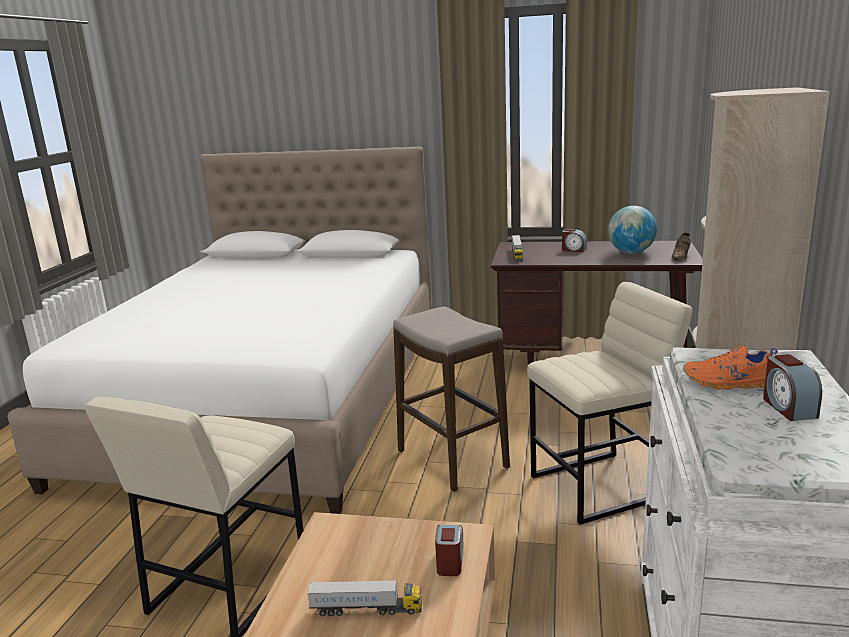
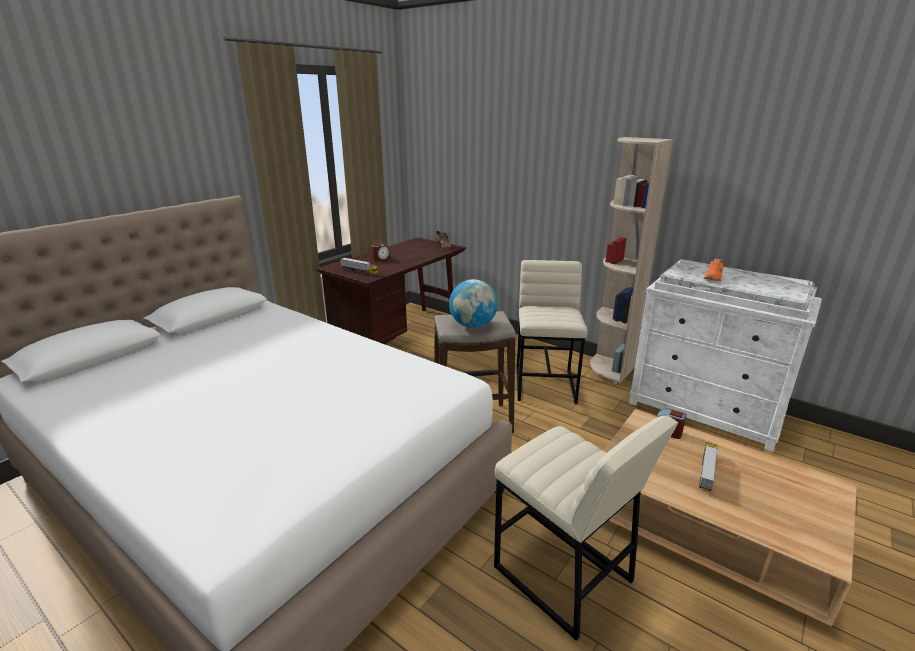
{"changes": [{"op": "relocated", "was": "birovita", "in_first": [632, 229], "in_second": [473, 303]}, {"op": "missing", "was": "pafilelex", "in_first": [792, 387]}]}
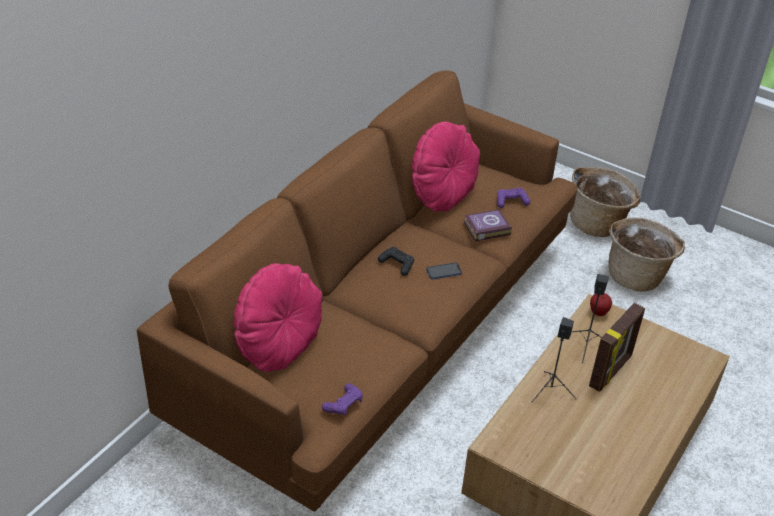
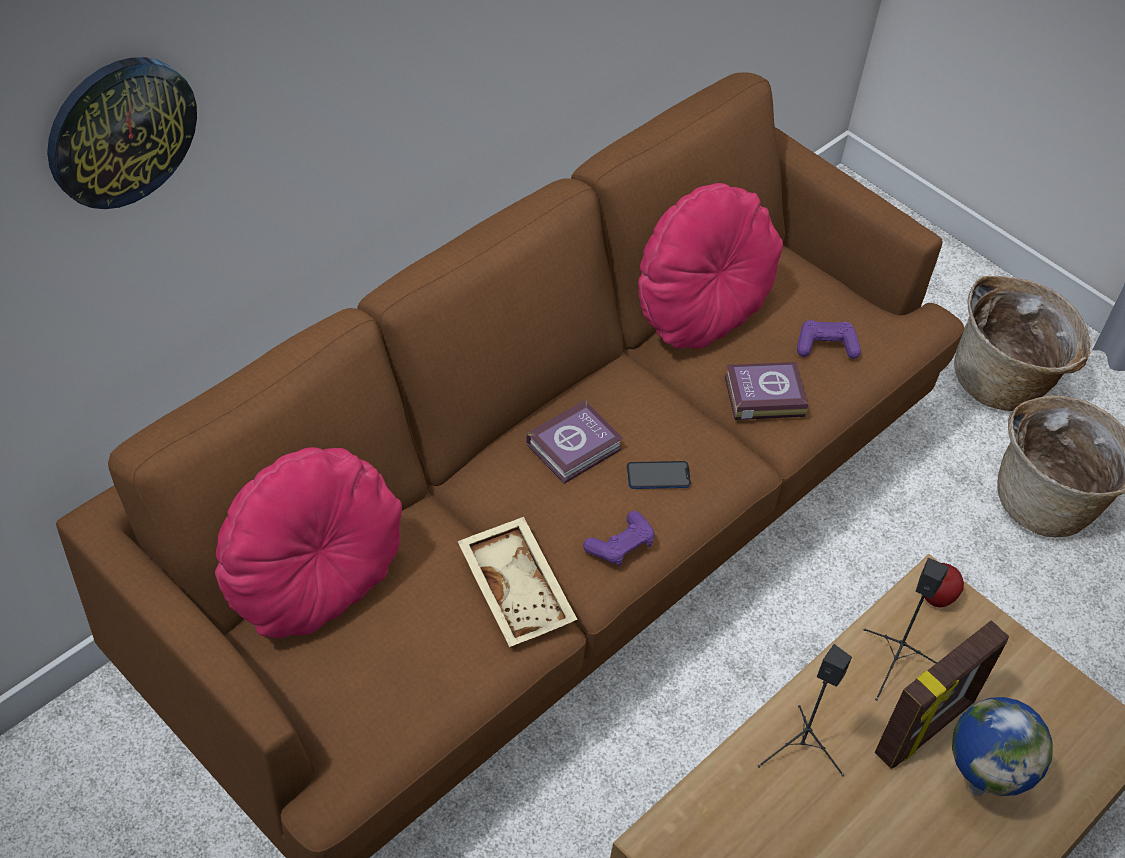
{"changes": [{"op": "appeared", "now": "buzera", "in_second": [122, 133]}, {"op": "appeared", "now": "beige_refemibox", "in_second": [517, 582]}, {"op": "exchanged", "was": "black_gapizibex", "now": "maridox", "in_first": [396, 261], "in_second": [574, 442]}, {"op": "relocated", "was": "purple_gapizibex", "in_first": [342, 399], "in_second": [618, 538]}, {"op": "appeared", "now": "birovita", "in_second": [1002, 746]}]}
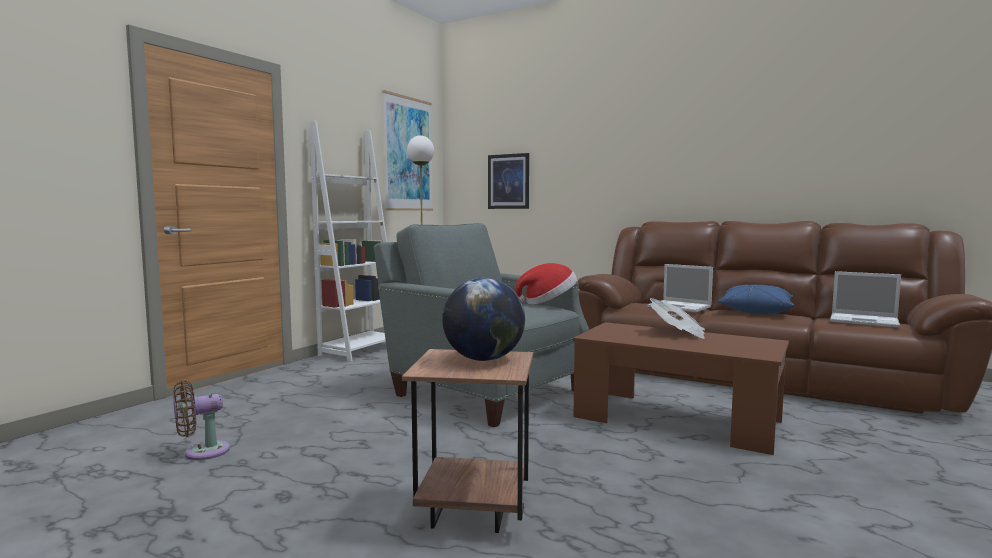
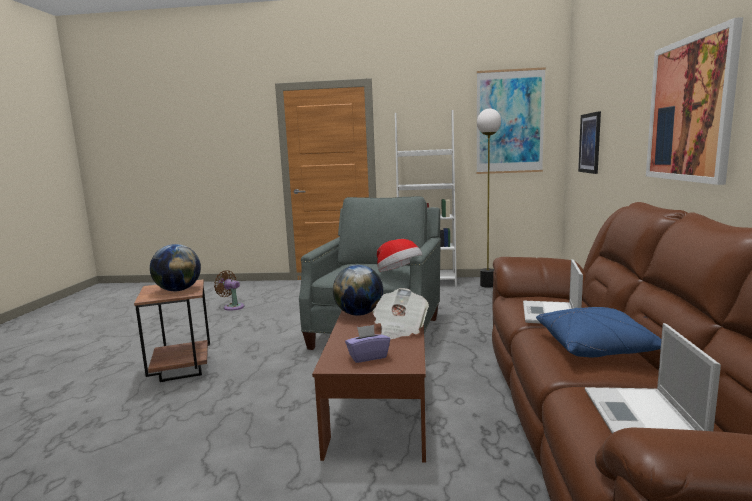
{"changes": [{"op": "appeared", "now": "birovita", "in_second": [358, 290]}, {"op": "appeared", "now": "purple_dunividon", "in_second": [367, 344]}, {"op": "appeared", "now": "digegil", "in_second": [694, 101]}]}
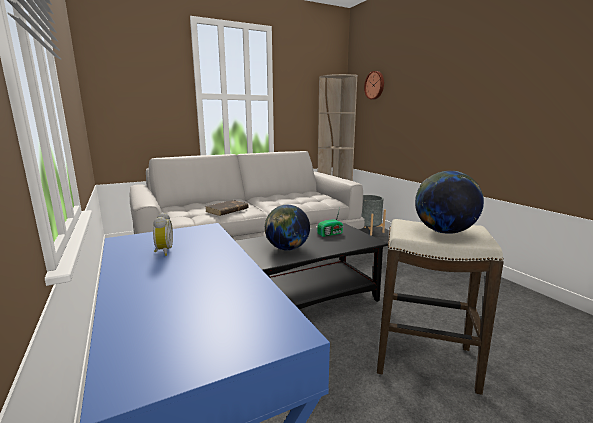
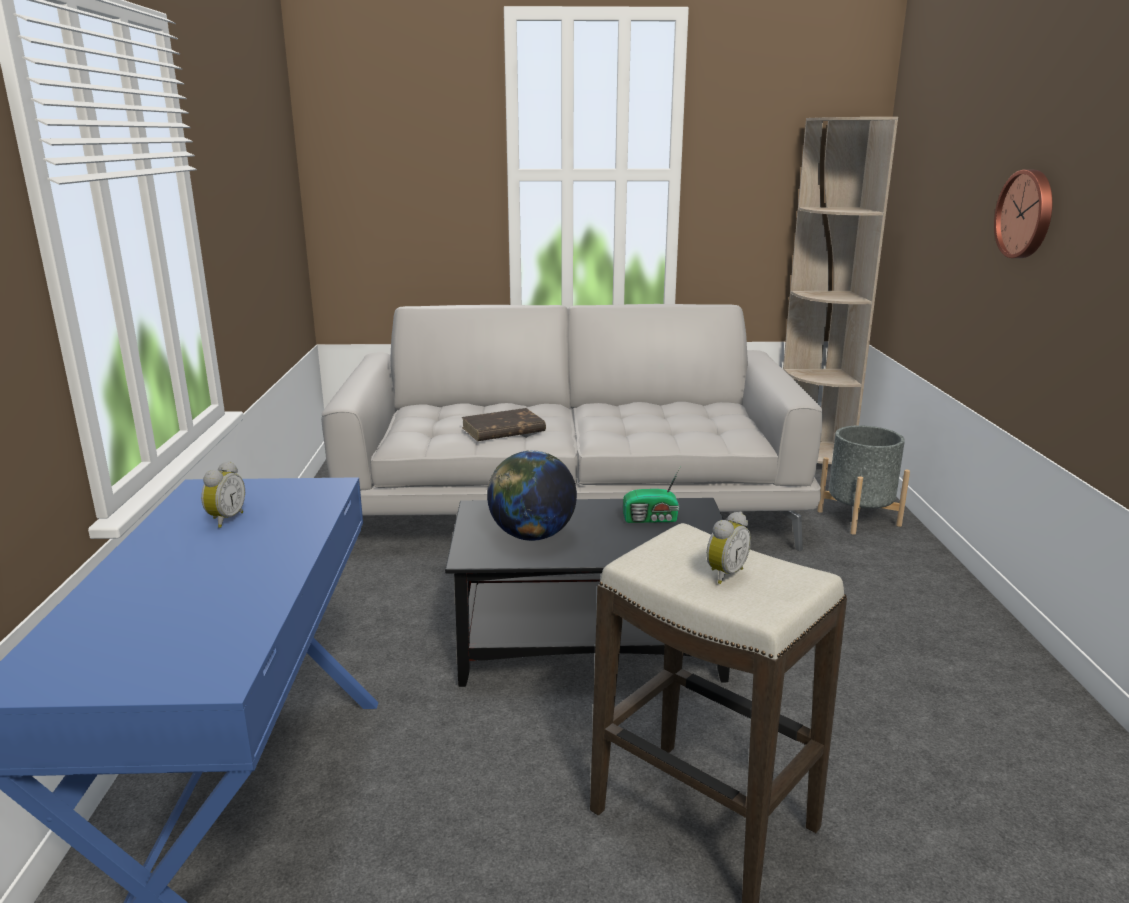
{"changes": [{"op": "exchanged", "was": "birovita", "now": "pafilelex", "in_first": [449, 202], "in_second": [728, 547]}, {"op": "relocated", "was": "buzera", "in_first": [374, 85], "in_second": [1023, 214]}]}
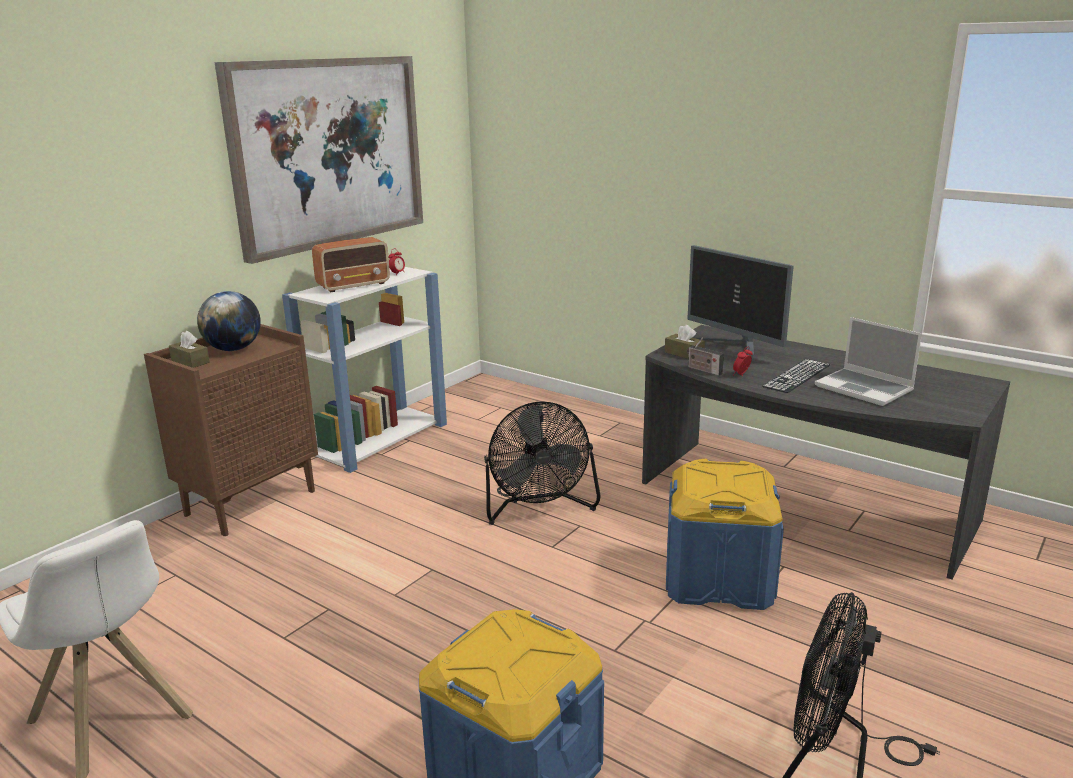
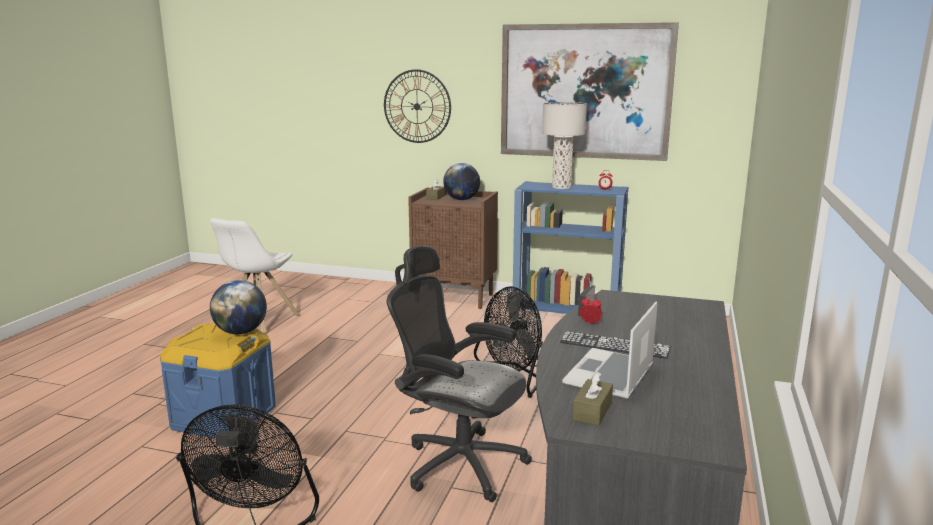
{"changes": [{"op": "appeared", "now": "birovita", "in_second": [238, 307]}, {"op": "appeared", "now": "buzera", "in_second": [417, 106]}, {"op": "exchanged", "was": "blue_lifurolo", "now": "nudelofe", "in_first": [725, 534], "in_second": [459, 374]}, {"op": "colour", "was": "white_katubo", "now": "blue_katubo", "in_first": [364, 370], "in_second": [570, 247]}, {"op": "exchanged", "was": "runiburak", "now": "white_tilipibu", "in_first": [351, 264], "in_second": [564, 145]}, {"op": "relocated", "was": "brown_dunividon", "in_first": [685, 342], "in_second": [592, 399]}, {"op": "missing", "was": "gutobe", "in_first": [740, 303]}]}
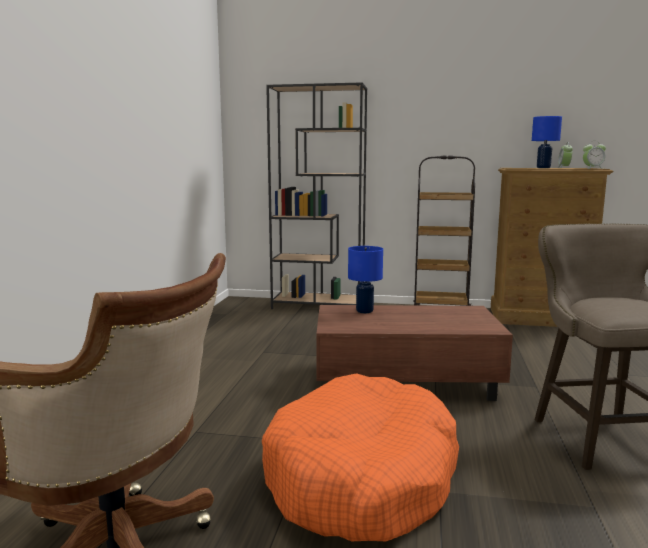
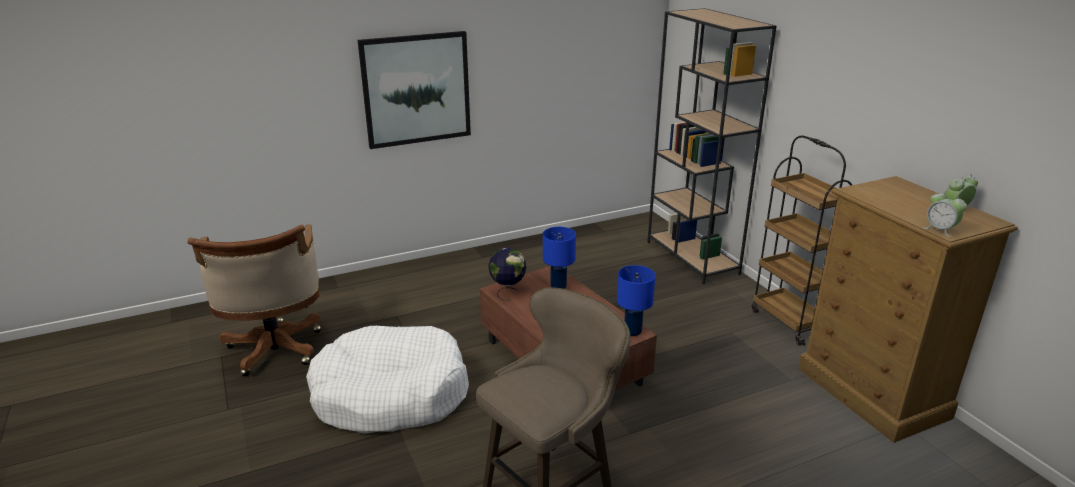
{"changes": [{"op": "colour", "was": "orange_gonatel", "now": "white_gonatel", "in_first": [360, 457], "in_second": [387, 380]}, {"op": "appeared", "now": "digegil", "in_second": [414, 90]}, {"op": "appeared", "now": "birovita", "in_second": [507, 274]}, {"op": "relocated", "was": "blue_tilipibu", "in_first": [547, 142], "in_second": [636, 300]}]}
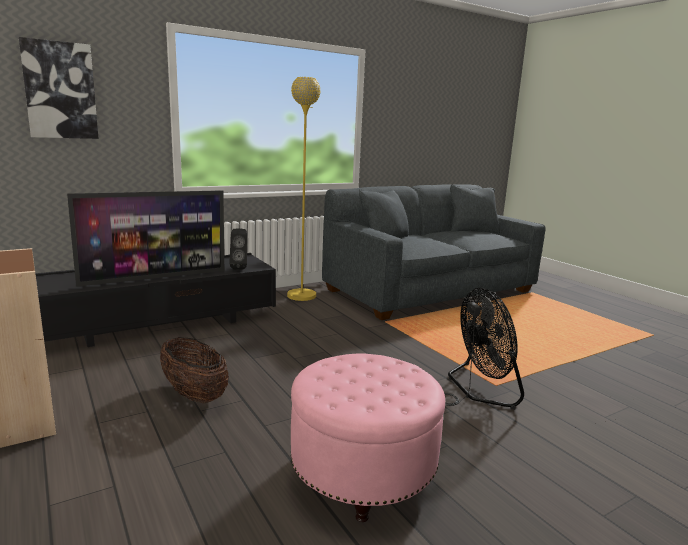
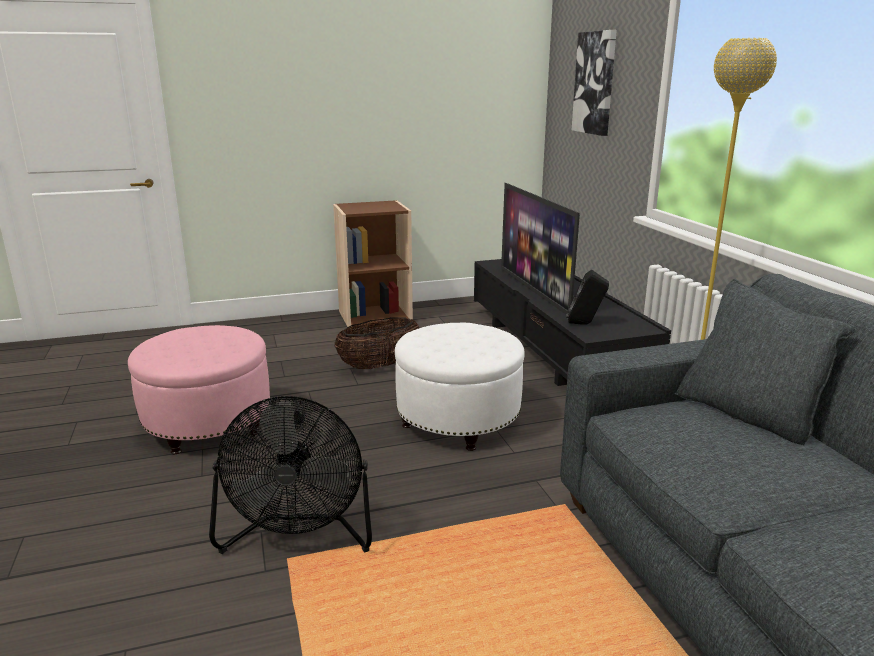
{"changes": [{"op": "appeared", "now": "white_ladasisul", "in_second": [460, 387]}]}
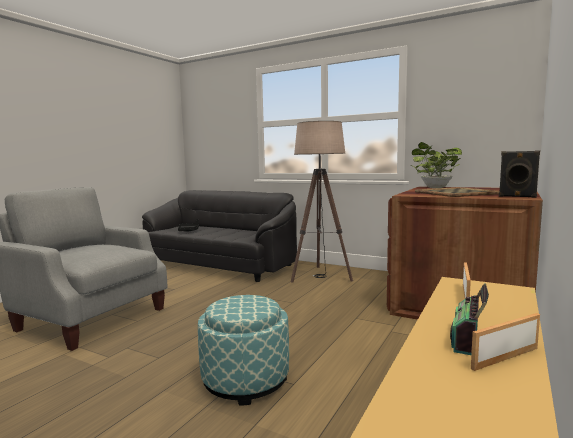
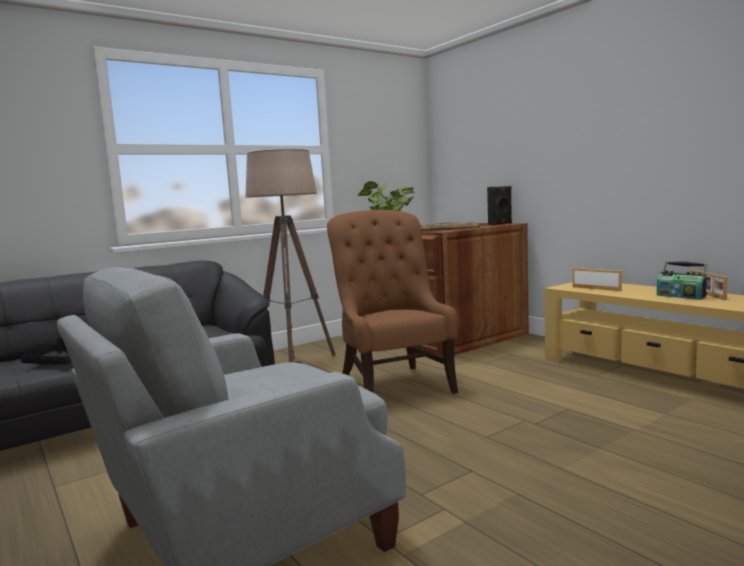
{"changes": [{"op": "appeared", "now": "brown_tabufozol", "in_second": [392, 302]}, {"op": "missing", "was": "ladasisul", "in_first": [243, 350]}]}
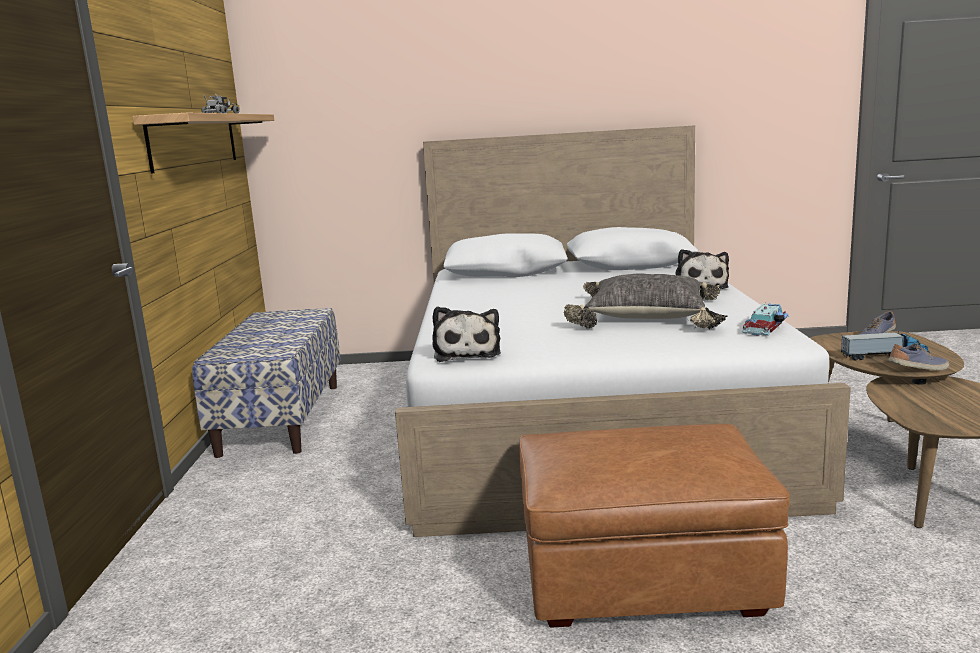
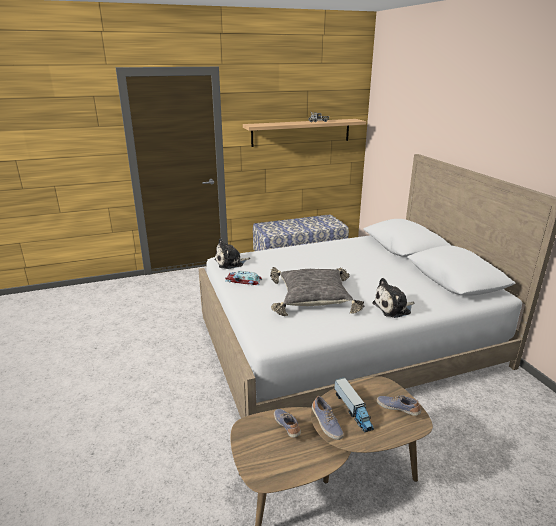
{"changes": [{"op": "relocated", "was": "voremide", "in_first": [765, 319], "in_second": [243, 277]}, {"op": "appeared", "now": "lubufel", "in_second": [287, 423]}, {"op": "missing", "was": "brown_ladasisul", "in_first": [654, 526]}]}
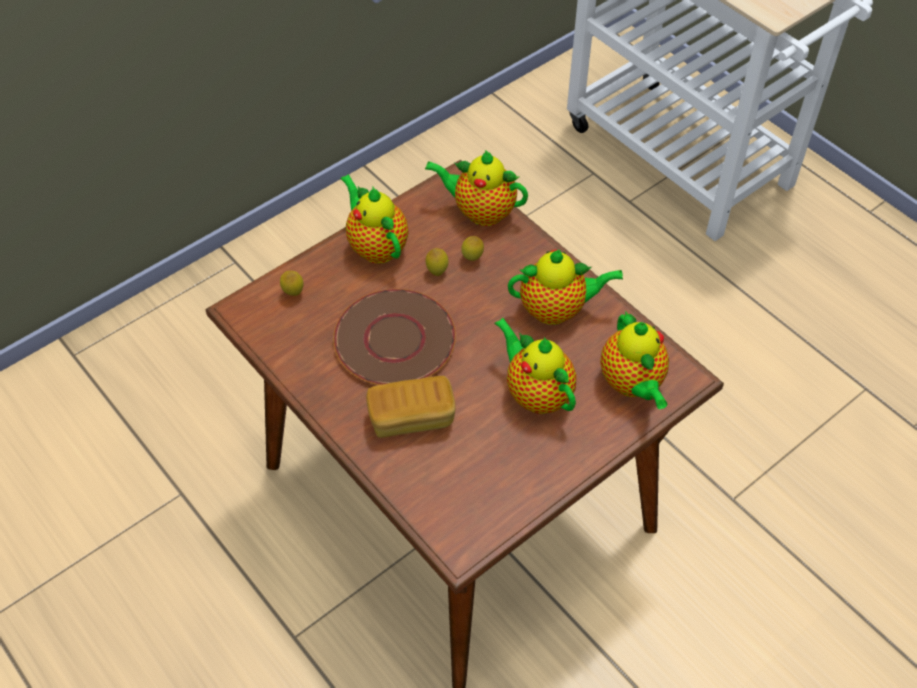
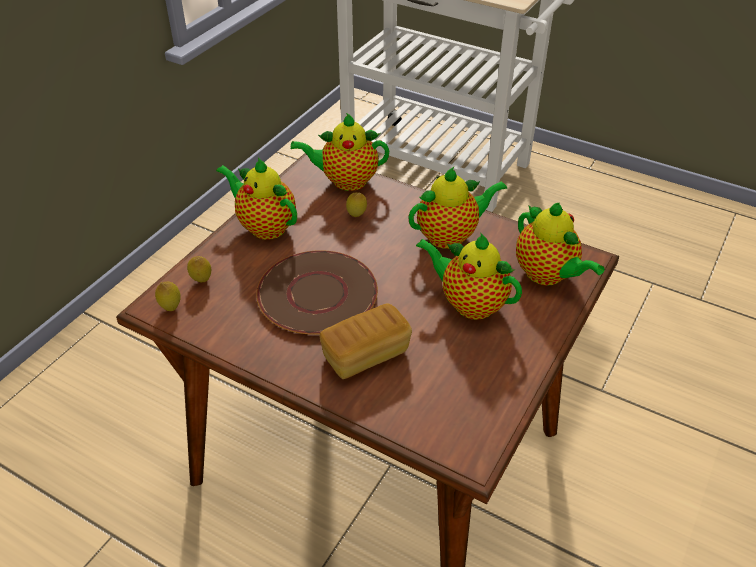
{"changes": [{"op": "relocated", "was": "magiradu", "in_first": [437, 262], "in_second": [168, 296]}]}
